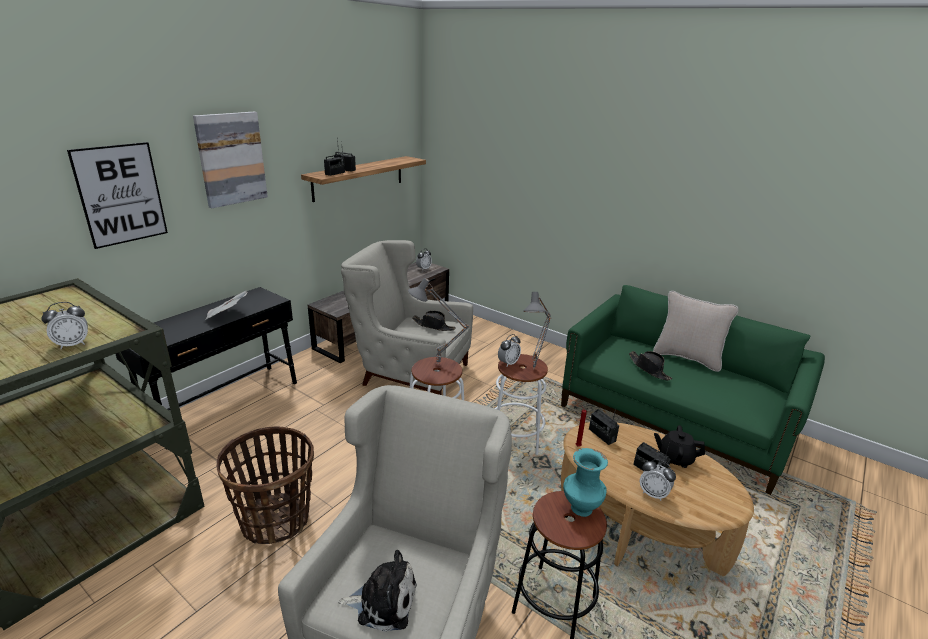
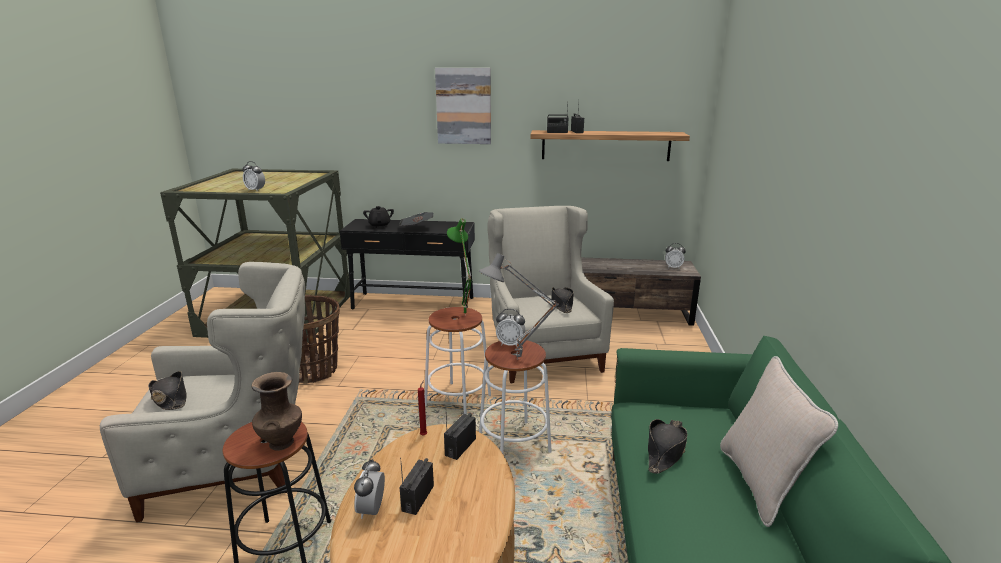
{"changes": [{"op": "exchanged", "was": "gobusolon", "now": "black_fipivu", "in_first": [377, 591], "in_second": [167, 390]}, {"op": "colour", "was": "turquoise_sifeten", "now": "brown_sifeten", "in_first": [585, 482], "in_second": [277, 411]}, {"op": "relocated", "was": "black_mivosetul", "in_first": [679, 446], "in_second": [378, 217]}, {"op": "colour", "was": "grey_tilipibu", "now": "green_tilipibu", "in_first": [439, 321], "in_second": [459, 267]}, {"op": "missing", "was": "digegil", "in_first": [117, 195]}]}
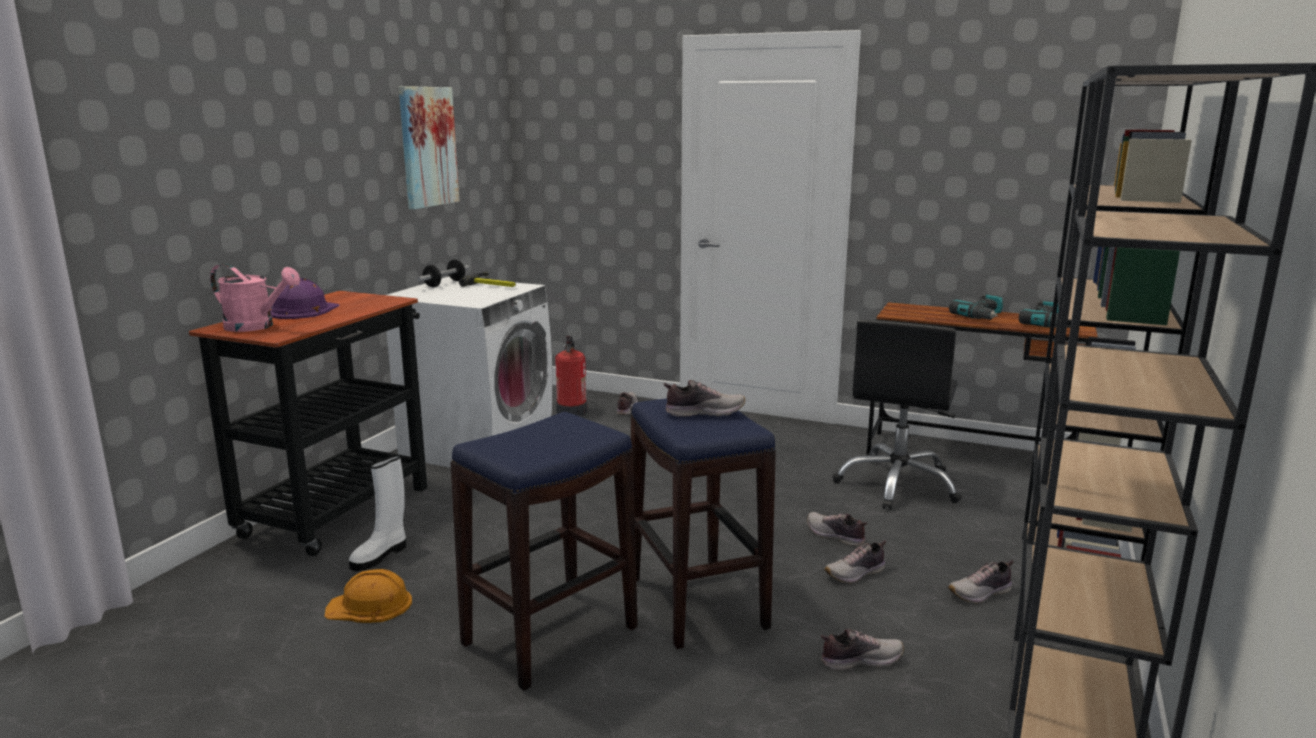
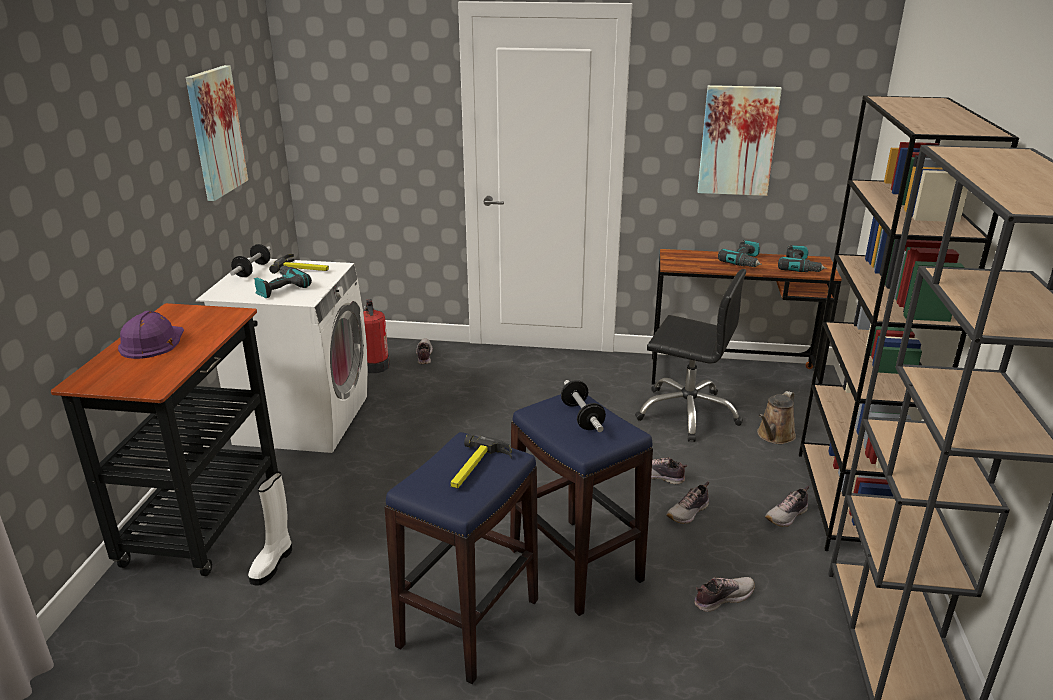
{"changes": [{"op": "appeared", "now": "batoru", "in_second": [282, 282]}, {"op": "appeared", "now": "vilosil", "in_second": [481, 461]}, {"op": "exchanged", "was": "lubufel", "now": "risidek", "in_first": [704, 398], "in_second": [583, 406]}, {"op": "spun", "was": "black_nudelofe", "in_first": [897, 414], "in_second": [690, 355], "clockwise": -75}, {"op": "appeared", "now": "digegil", "in_second": [739, 140]}, {"op": "appeared", "now": "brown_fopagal", "in_second": [776, 417]}, {"op": "missing", "was": "pink_fopagal", "in_first": [255, 298]}, {"op": "missing", "was": "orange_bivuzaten", "in_first": [368, 596]}]}
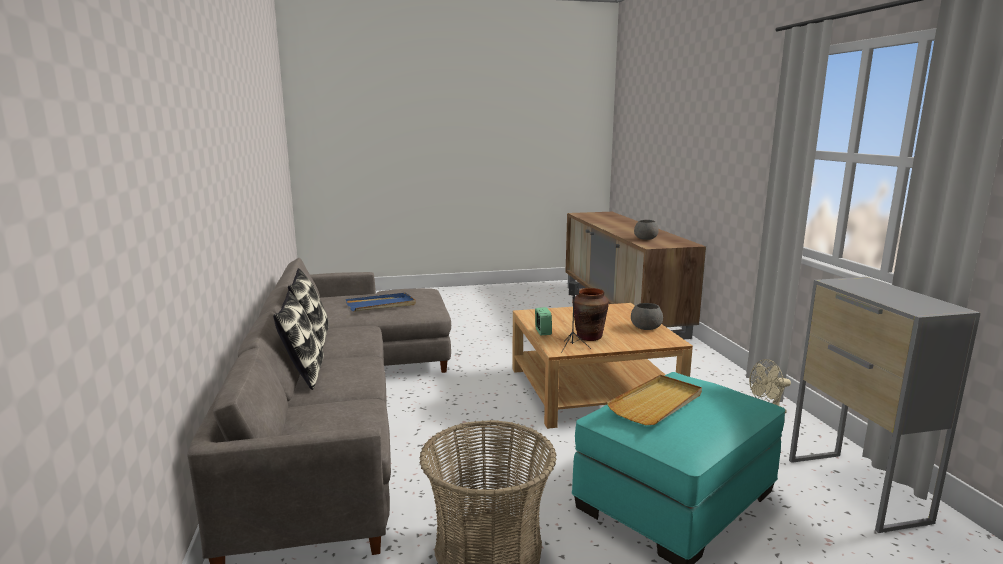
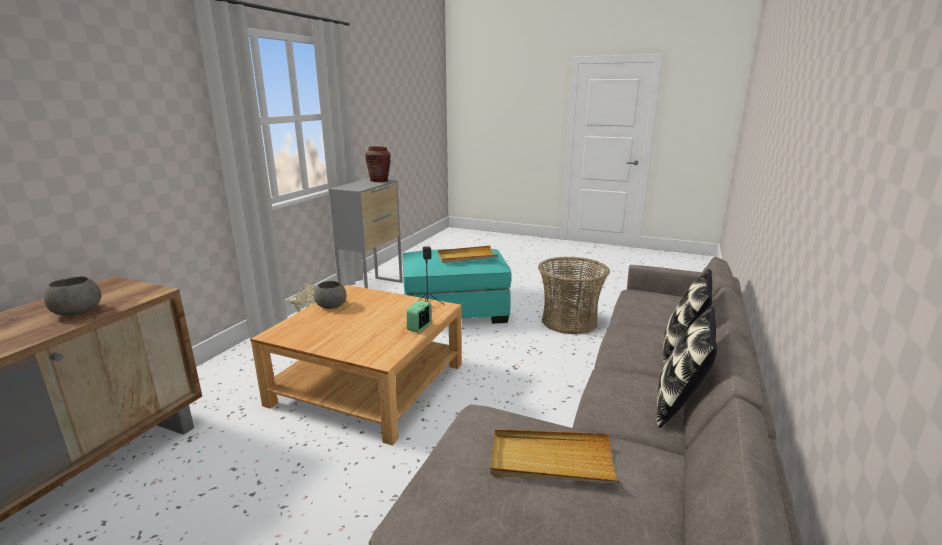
{"changes": [{"op": "relocated", "was": "brown_sifeten", "in_first": [590, 314], "in_second": [378, 164]}, {"op": "colour", "was": "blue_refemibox", "now": "beige_refemibox", "in_first": [381, 302], "in_second": [555, 456]}]}
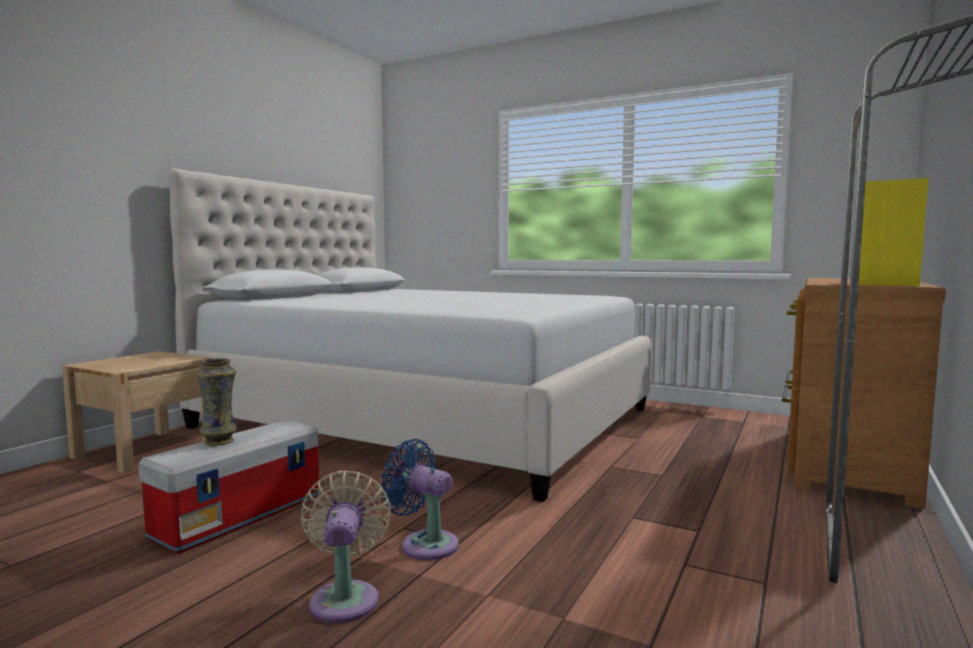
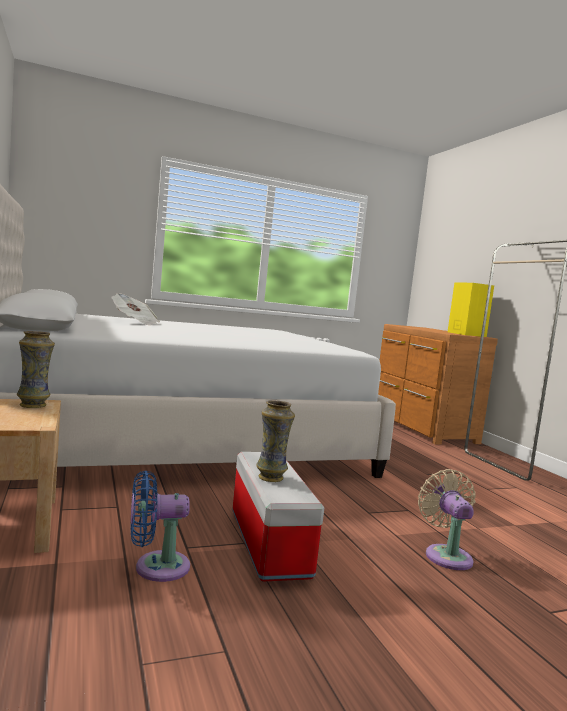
{"changes": [{"op": "appeared", "now": "sifeten", "in_second": [36, 369]}, {"op": "appeared", "now": "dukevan", "in_second": [135, 309]}, {"op": "relocated", "was": "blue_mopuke", "in_first": [420, 499], "in_second": [160, 526]}, {"op": "spun", "was": "beige_mopuke", "in_first": [346, 546], "in_second": [447, 519], "clockwise": 45}]}
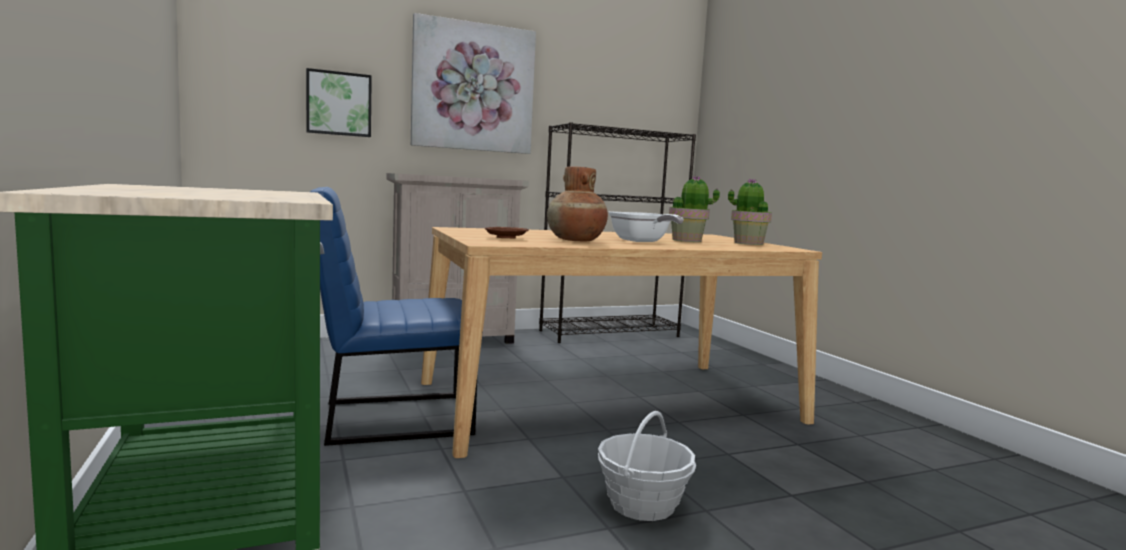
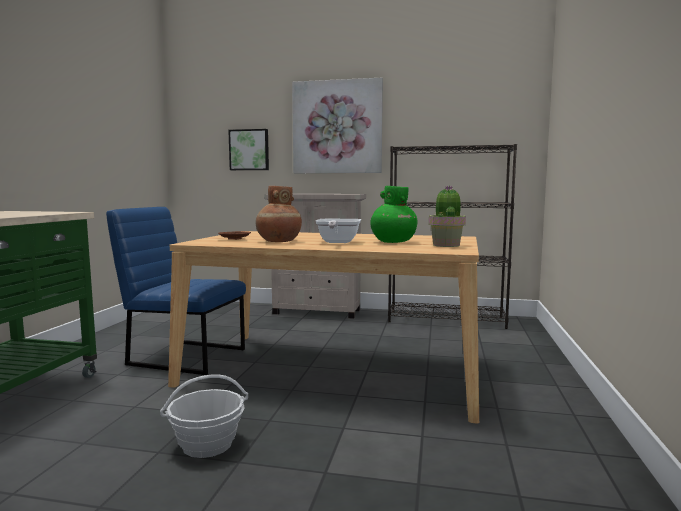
{"changes": [{"op": "exchanged", "was": "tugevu", "now": "green_sifeten", "in_first": [694, 208], "in_second": [393, 214]}]}
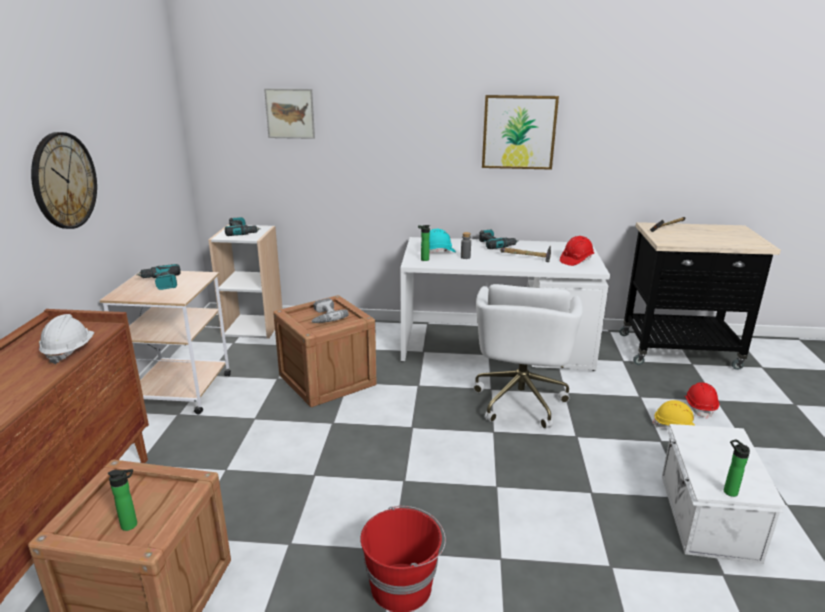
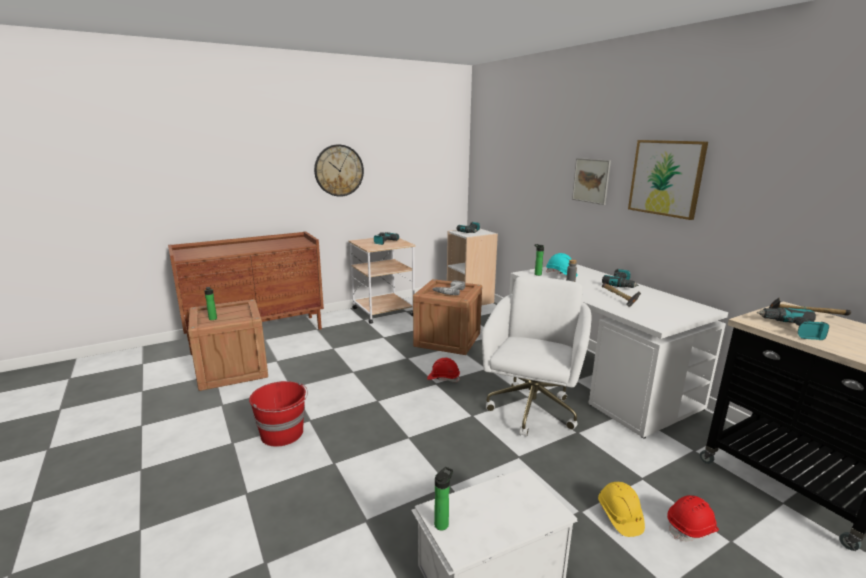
{"changes": [{"op": "relocated", "was": "red_bivuzaten", "in_first": [577, 251], "in_second": [443, 370]}, {"op": "spun", "was": "white_nudelofe", "in_first": [528, 356], "in_second": [537, 356], "clockwise": 135}, {"op": "relocated", "was": "digegil", "in_first": [289, 113], "in_second": [591, 181]}, {"op": "appeared", "now": "batoru", "in_second": [793, 323]}, {"op": "missing", "was": "white_bivuzaten", "in_first": [66, 339]}]}
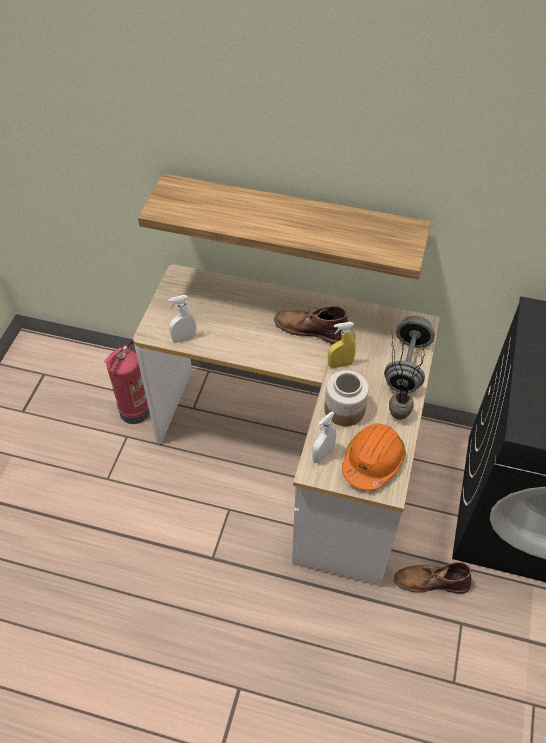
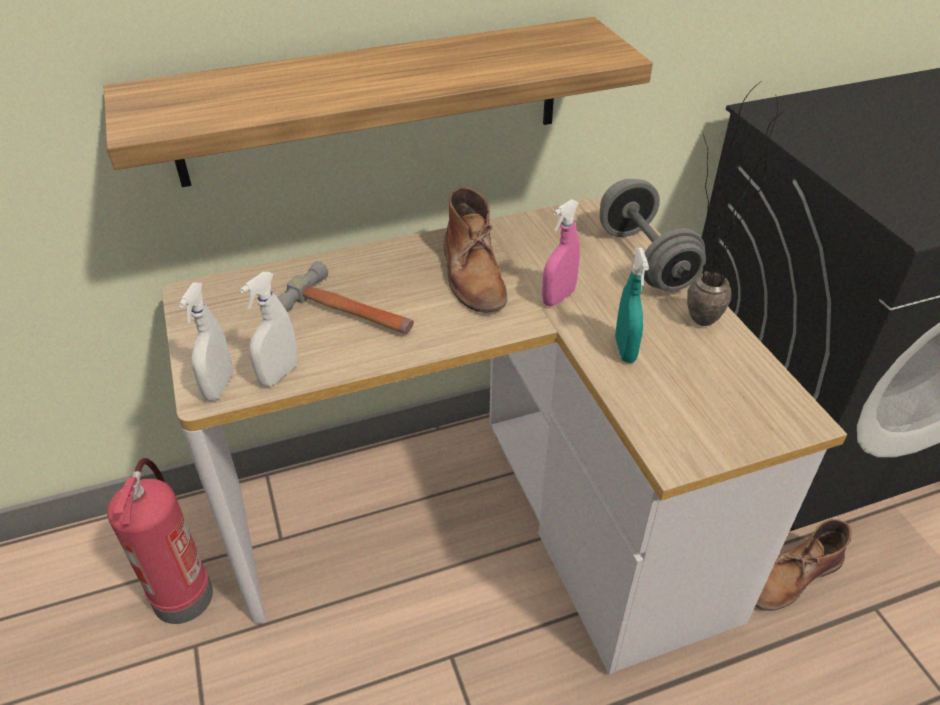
{"changes": [{"op": "relocated", "was": "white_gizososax", "in_first": [324, 437], "in_second": [206, 341]}, {"op": "appeared", "now": "vilosil", "in_second": [346, 297]}, {"op": "spun", "was": "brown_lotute", "in_first": [311, 325], "in_second": [475, 250], "clockwise": -90}, {"op": "colour", "was": "yellow_gizososax", "now": "pink_gizososax", "in_first": [342, 345], "in_second": [561, 252]}, {"op": "exchanged", "was": "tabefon", "now": "turquoise_gizososax", "in_first": [346, 398], "in_second": [632, 305]}, {"op": "missing", "was": "orange_bivuzaten", "in_first": [374, 457]}]}
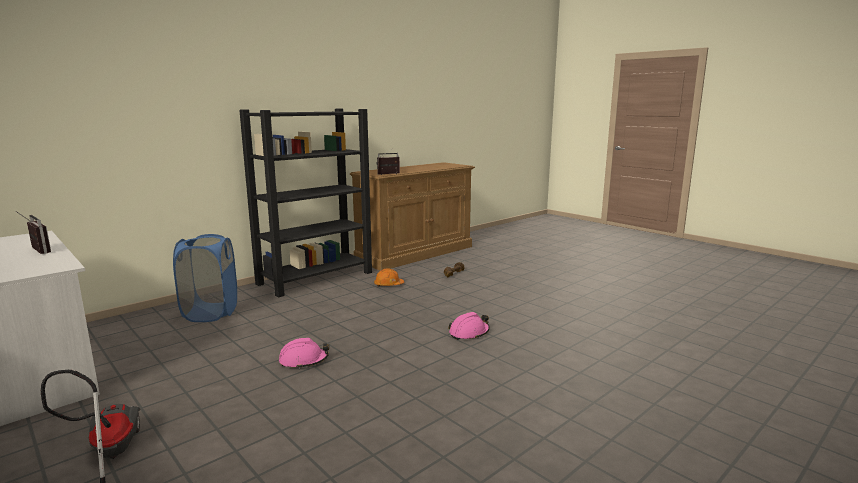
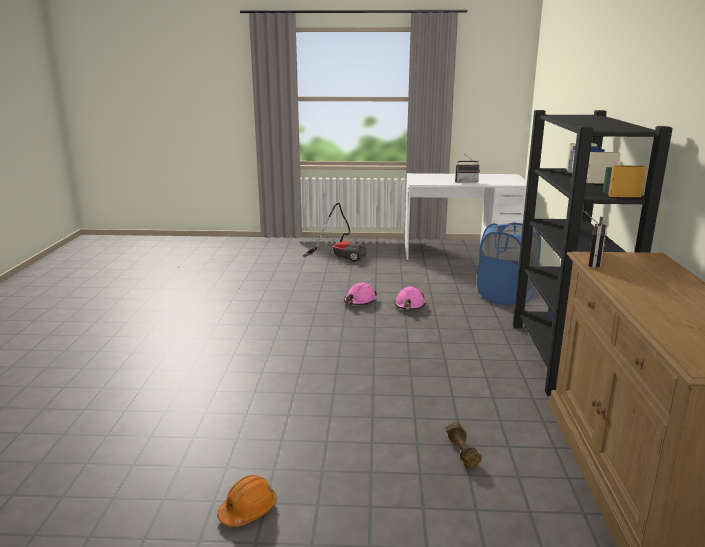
{"changes": [{"op": "relocated", "was": "orange_bivuzaten", "in_first": [389, 277], "in_second": [247, 501]}, {"op": "relocated", "was": "pink_bivuzaten", "in_first": [469, 326], "in_second": [409, 298]}]}
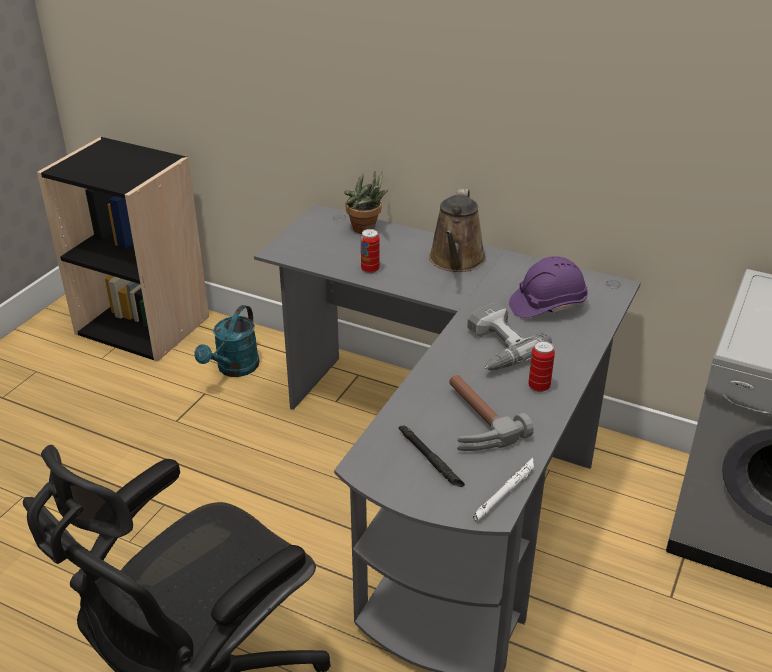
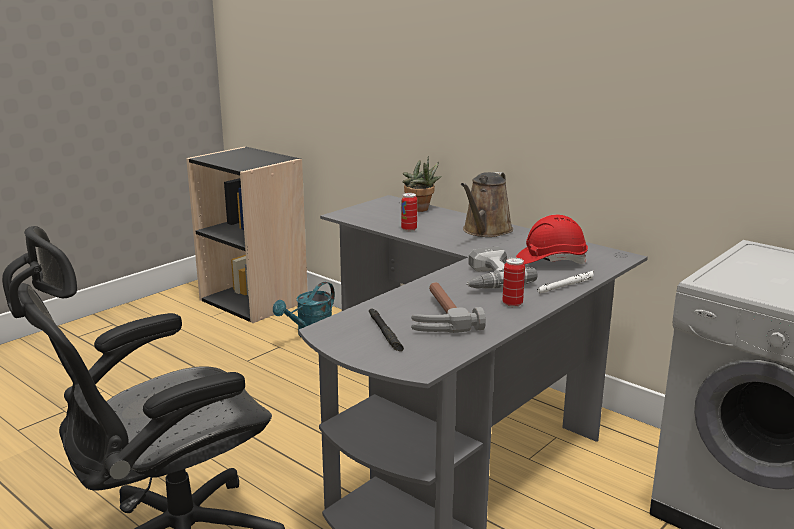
{"changes": [{"op": "colour", "was": "purple_bivuzaten", "now": "red_bivuzaten", "in_first": [548, 287], "in_second": [552, 239]}, {"op": "relocated", "was": "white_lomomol", "in_first": [503, 489], "in_second": [565, 282]}]}
